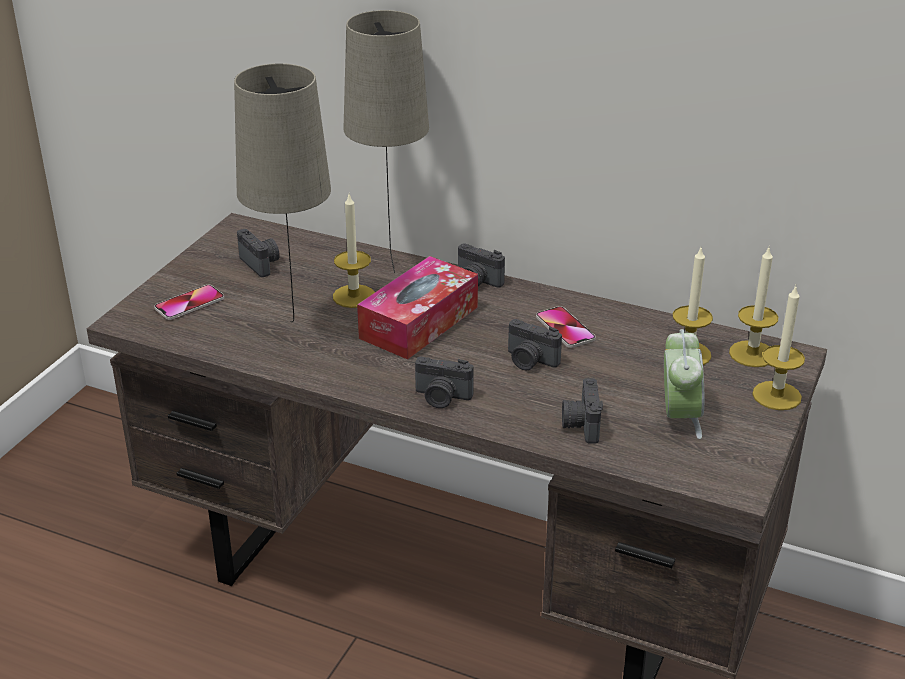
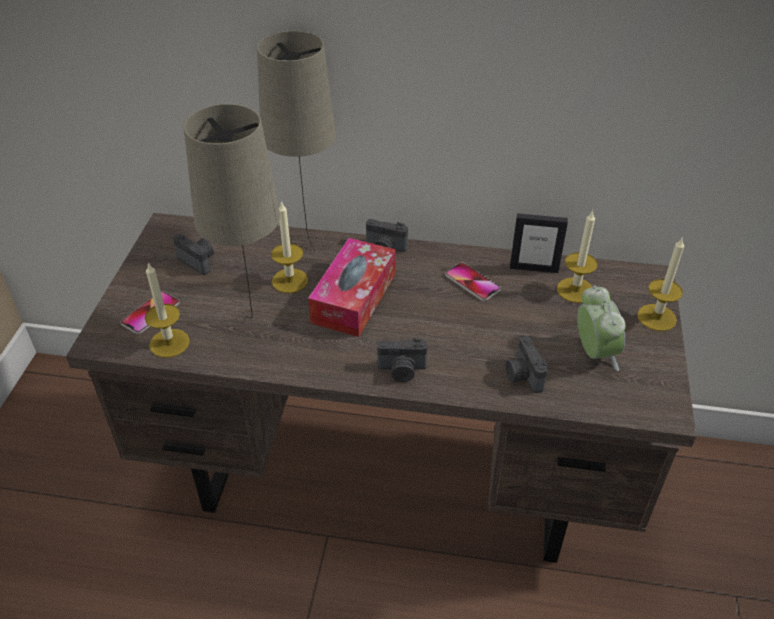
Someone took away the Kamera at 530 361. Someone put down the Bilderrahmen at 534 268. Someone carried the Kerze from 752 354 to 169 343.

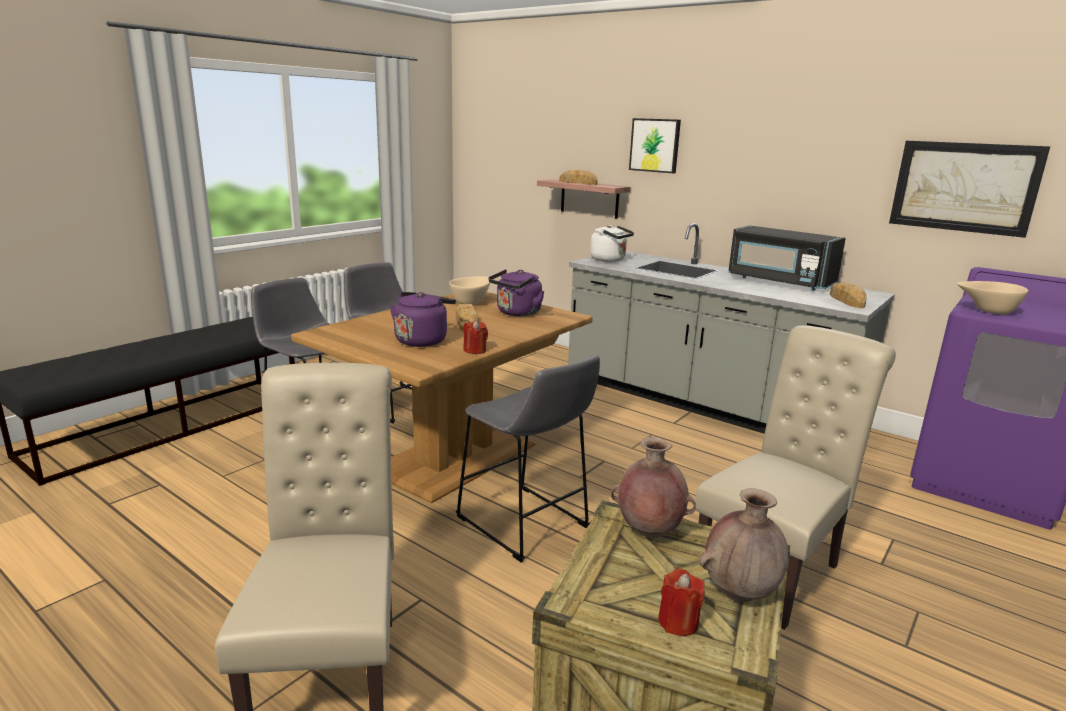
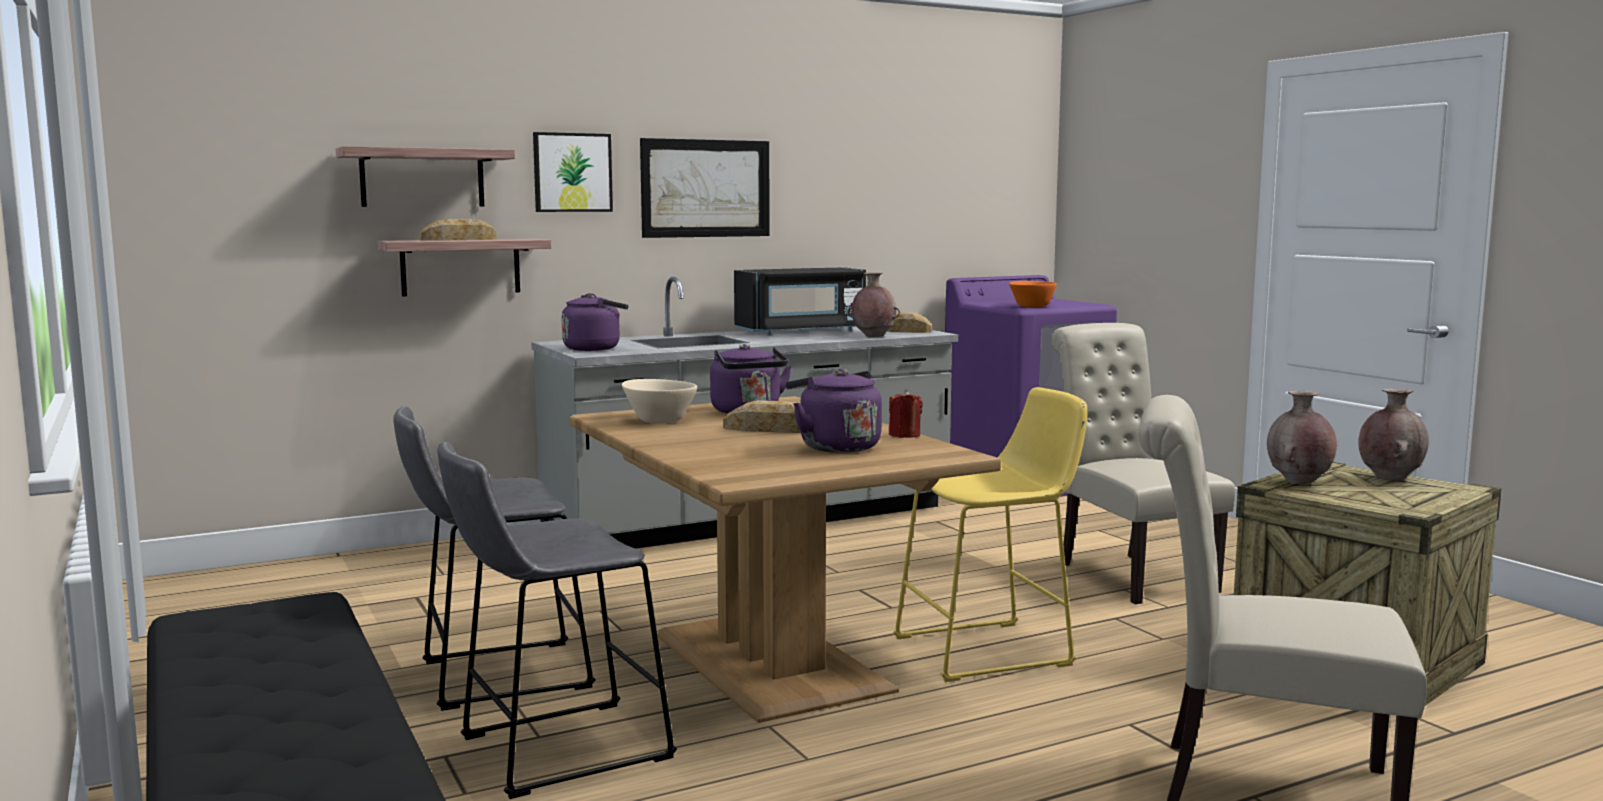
Someone took away the Kerze (rot) at 678 622. Someone put up the Wandregal at 422 178. Someone put down the Vase (braun) at 873 336. Someone carried the Bild from 964 187 to 705 188. Someone repainted the Hocker (grau) at 526 525, which became the Hocker (gelb) at 991 650. Someone repainted the Wasserkessel (weiß) at 610 260, which became the Wasserkessel (lila) at 595 348. Someone repainted the Schüssel (beige) at 987 311, which became the Schüssel (orange) at 1030 307.

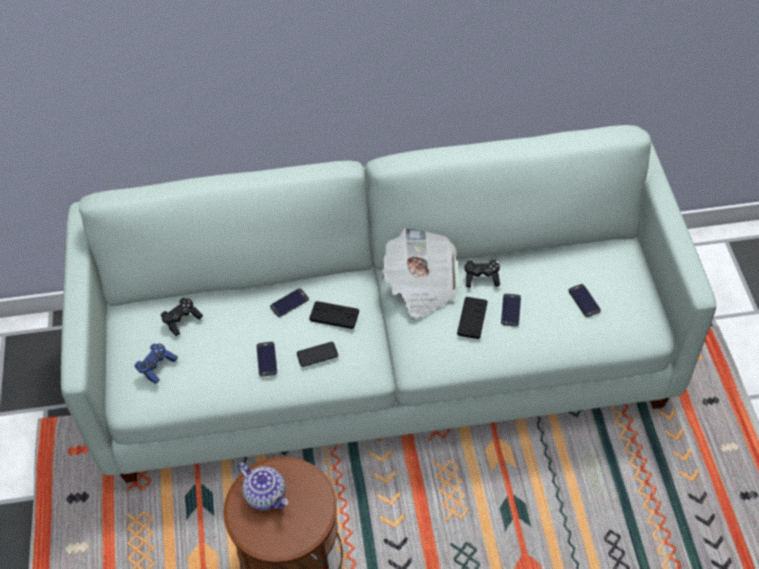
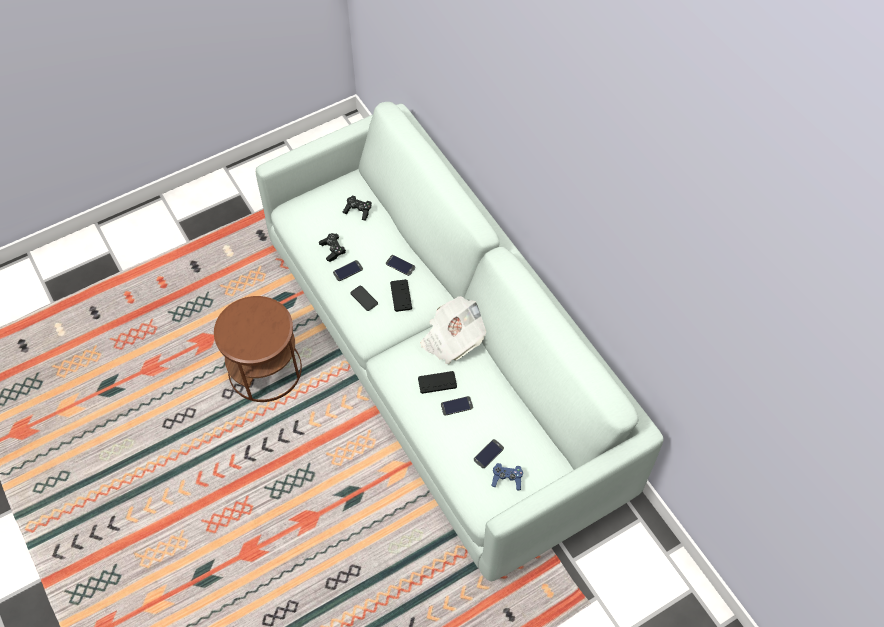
Someone took away the Teekanne at 266 495. Someone carried the Gamepad (blau) from 157 367 to 507 479. Someone carried the Gamepad (schwarz) from 481 278 to 332 250.

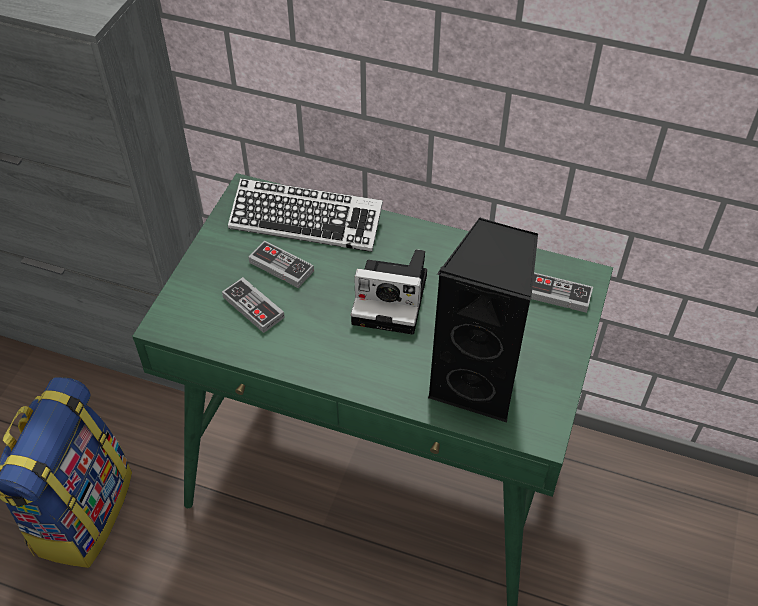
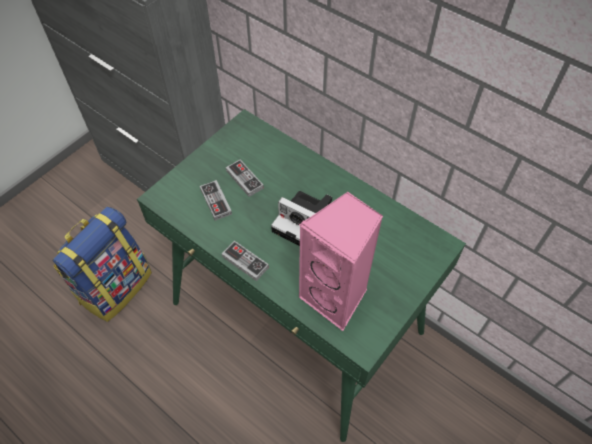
Someone took away the Tastatur at 306 221. Someone carried the Gamepad from 558 295 to 245 262. Someone repainted the Lautsprecher (schwarz) at 478 383, which became the Lautsprecher (rosa) at 336 297.

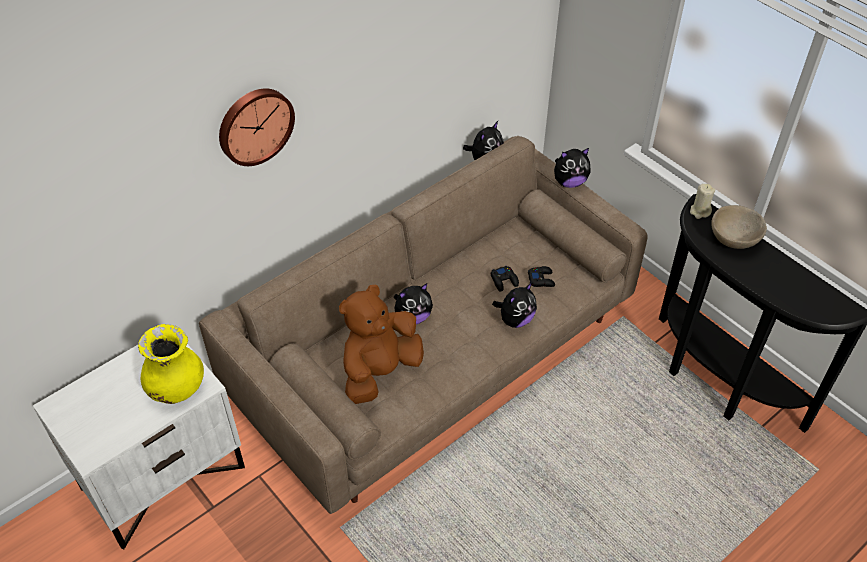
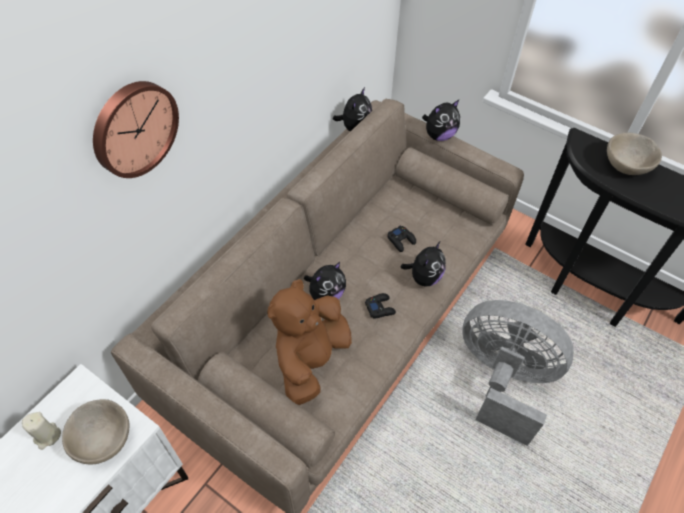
Someone put down the Ventilator (grau) at 502 380. Someone carried the Gamepad (schwarz) from 541 279 to 380 308. Someone carried the Kerze (beige) from 700 211 to 47 436. Someone swapped the Vase (gelb) at 177 388 for the Schüssel (beige) at 104 439.

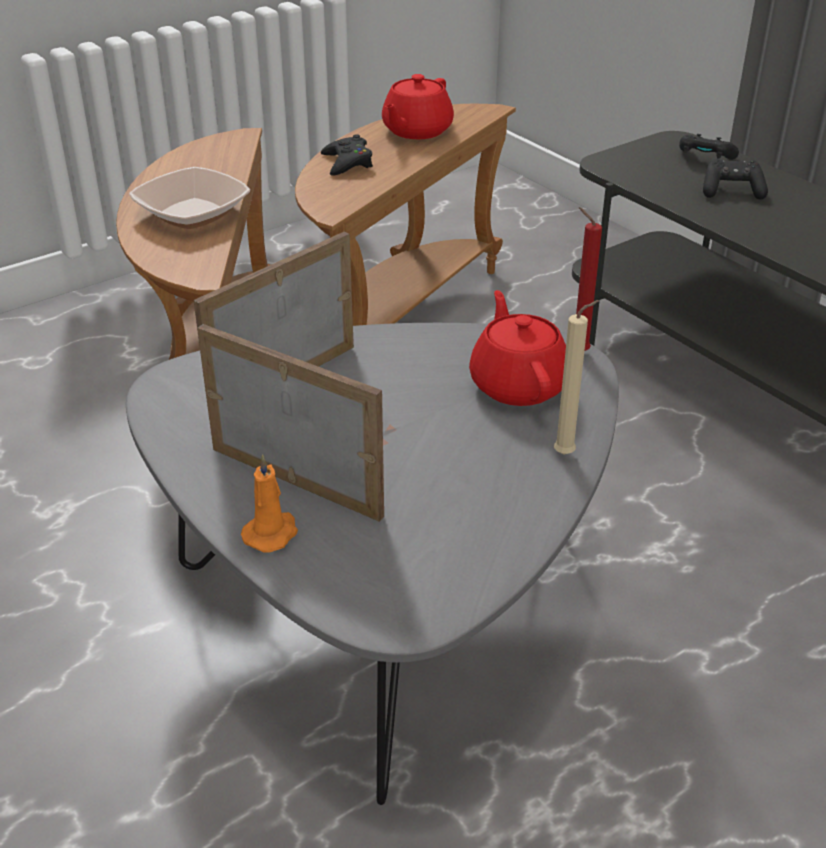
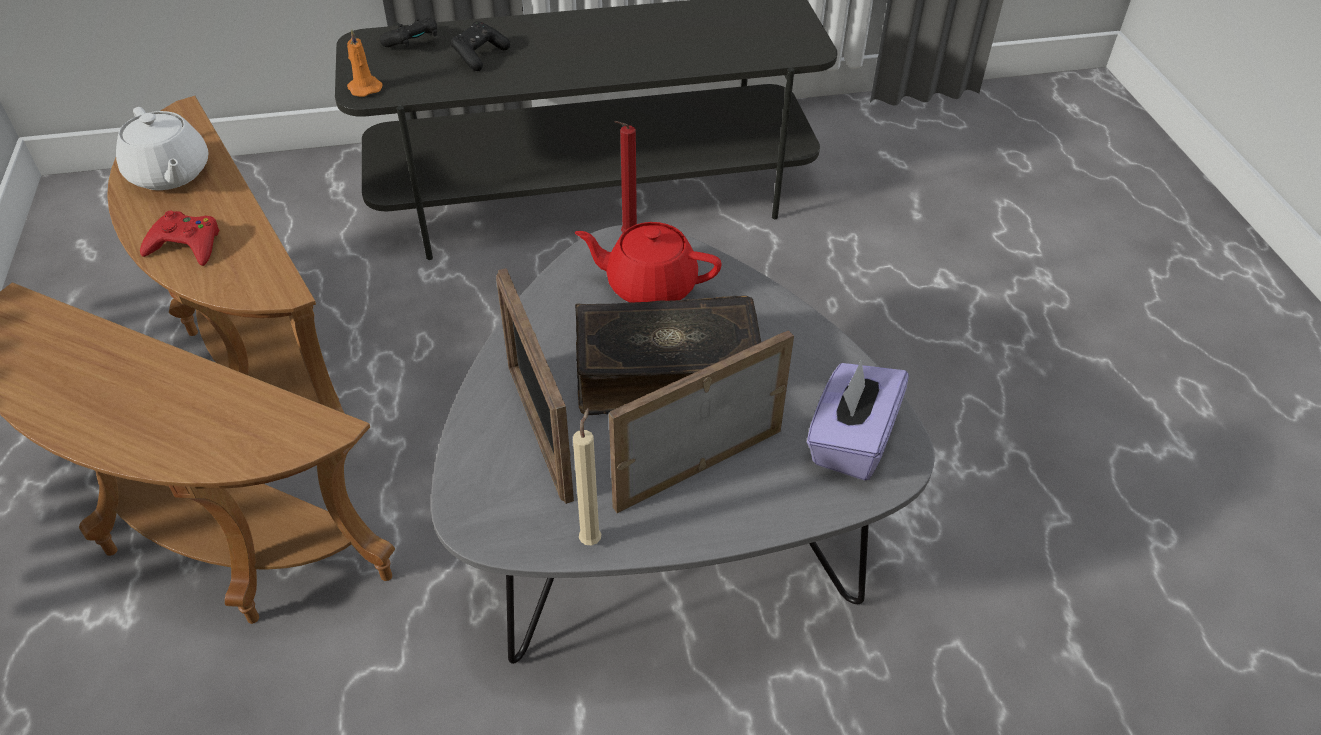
Someone took away the Schüssel at 192 214. Someone put down the Buch at 666 371. Someone put down the Taschentuchbox (lila) at 850 441. Someone carried the Kerze (orange) from 272 533 to 364 87. Someone carried the Kerze (beige) from 567 454 to 591 538. Someone repainted the Gamepad (schwarz) at 347 163, which became the Gamepad (rot) at 186 245. Someone repainted the Teekanne (rot) at 416 131, which became the Teekanne (weiß) at 170 174.

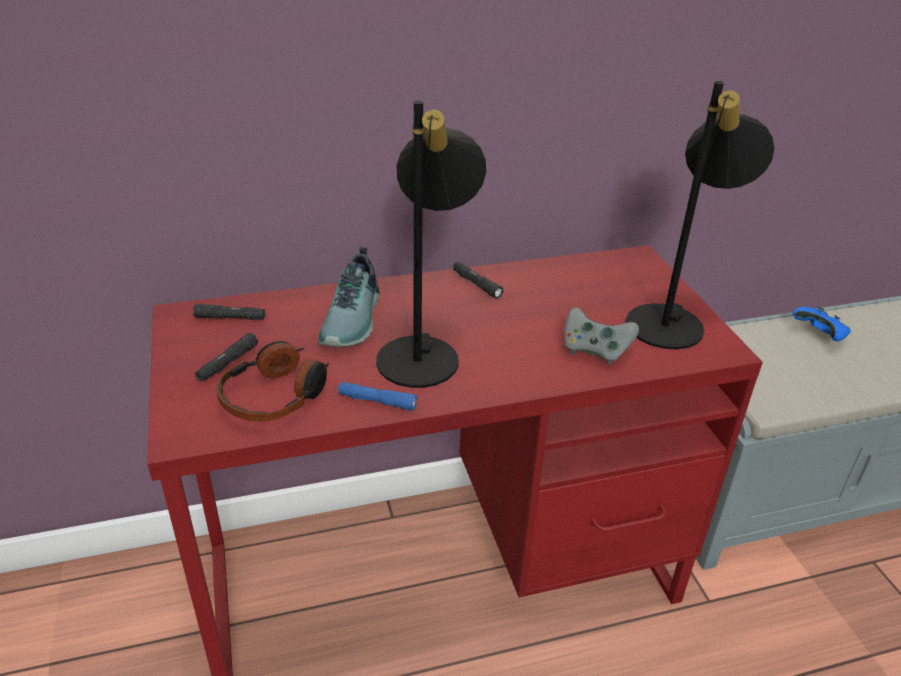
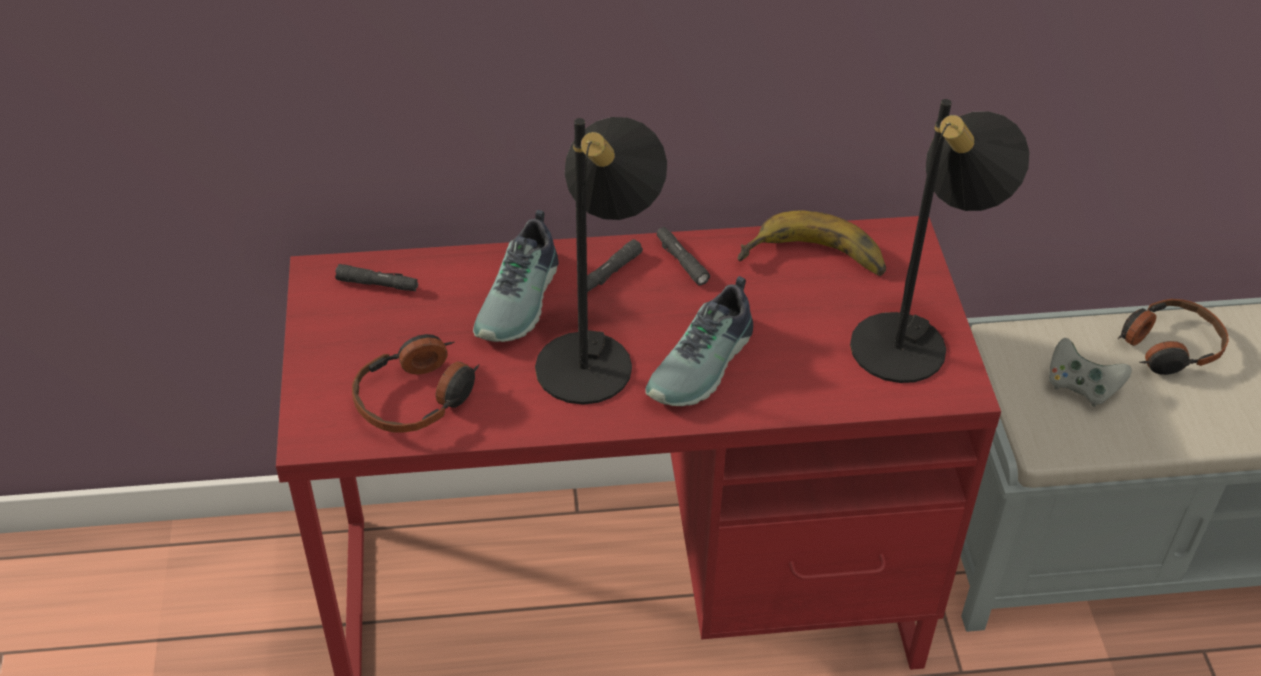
Someone took away the Taschenlampe (blau) at 377 401. Someone put down the Schuh at 704 365. Someone put down the Banane at 813 264. Someone carried the Taschenlampe (schwarz) from 228 363 to 610 272. Someone carried the Gamepad (grau) from 594 350 to 1080 386. Someone swapped the Gamepad (blau) at 820 335 for the Kopfhörer at 1168 347.

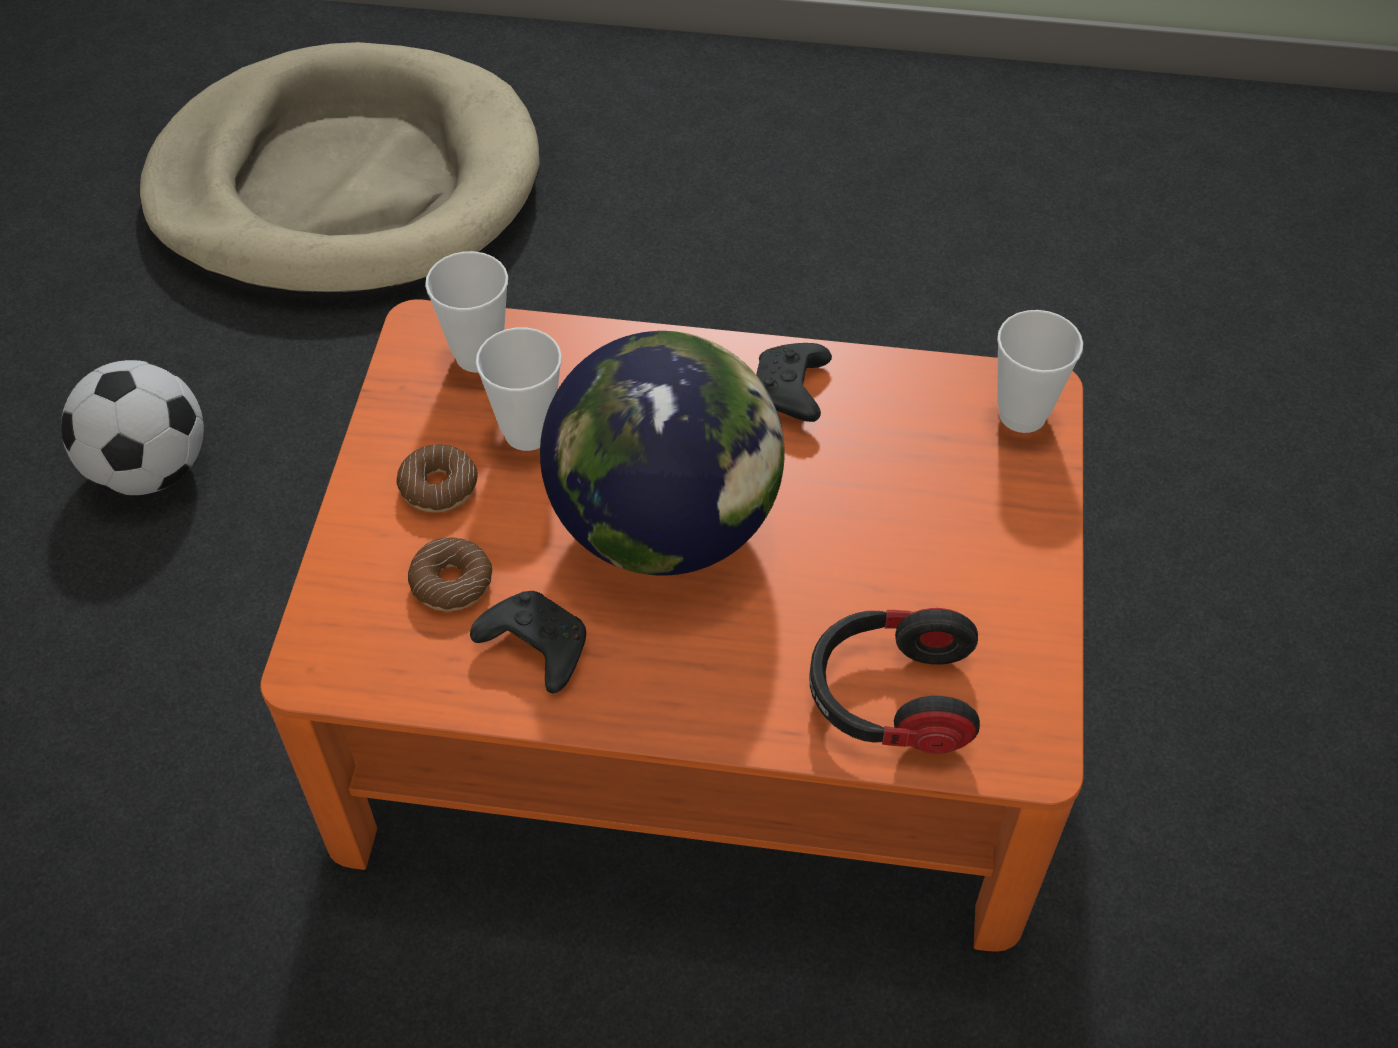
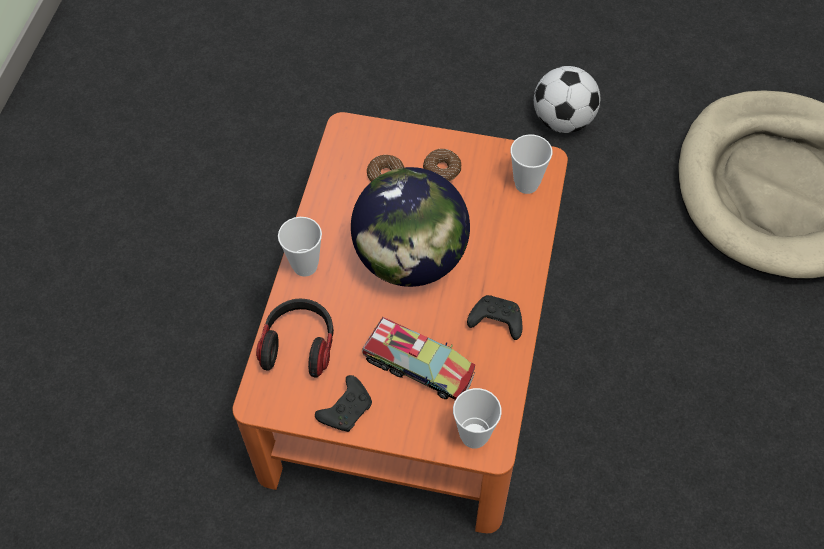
Someone put down the Spielzeuglaster at 418 366. Someone carried the Gamepad (schwarz) from 533 647 to 347 409. Someone carried the Tasse from 528 432 to 305 266.

